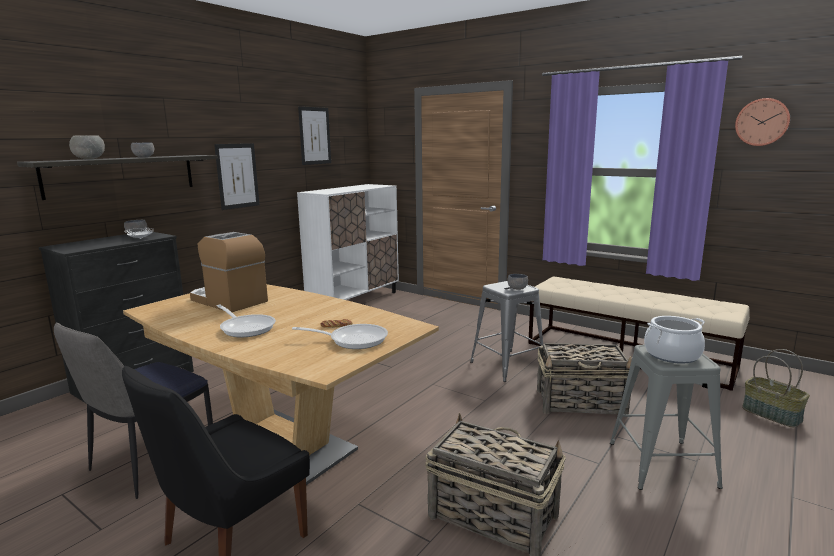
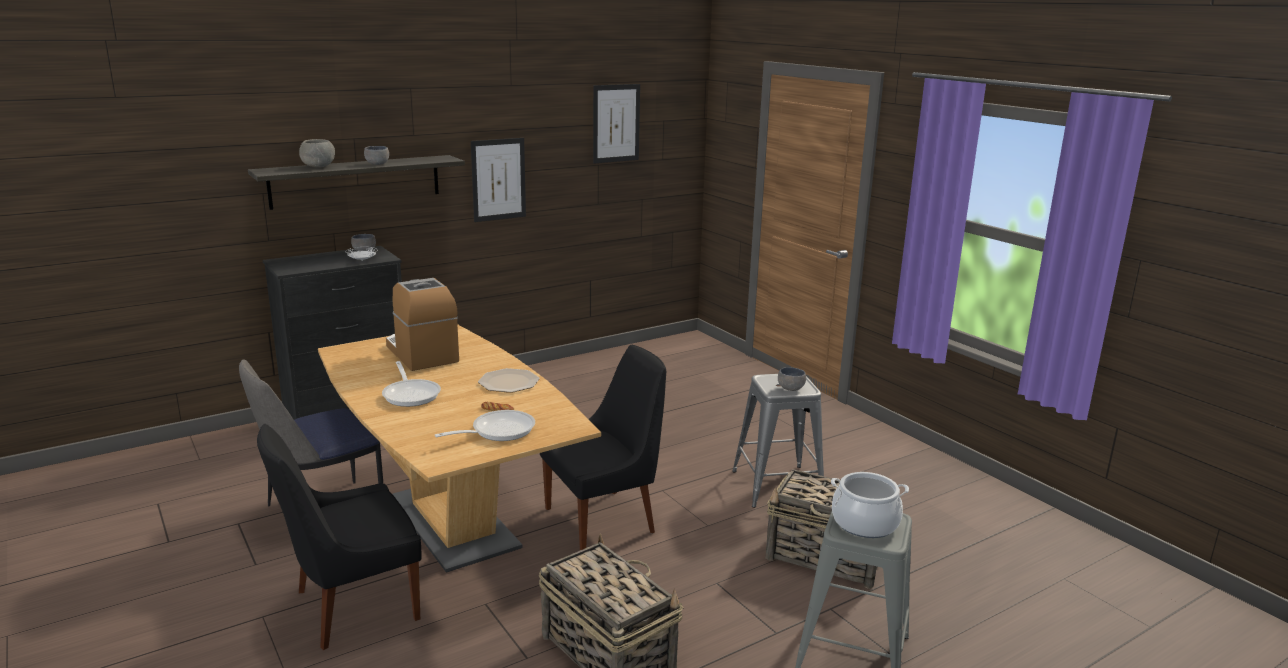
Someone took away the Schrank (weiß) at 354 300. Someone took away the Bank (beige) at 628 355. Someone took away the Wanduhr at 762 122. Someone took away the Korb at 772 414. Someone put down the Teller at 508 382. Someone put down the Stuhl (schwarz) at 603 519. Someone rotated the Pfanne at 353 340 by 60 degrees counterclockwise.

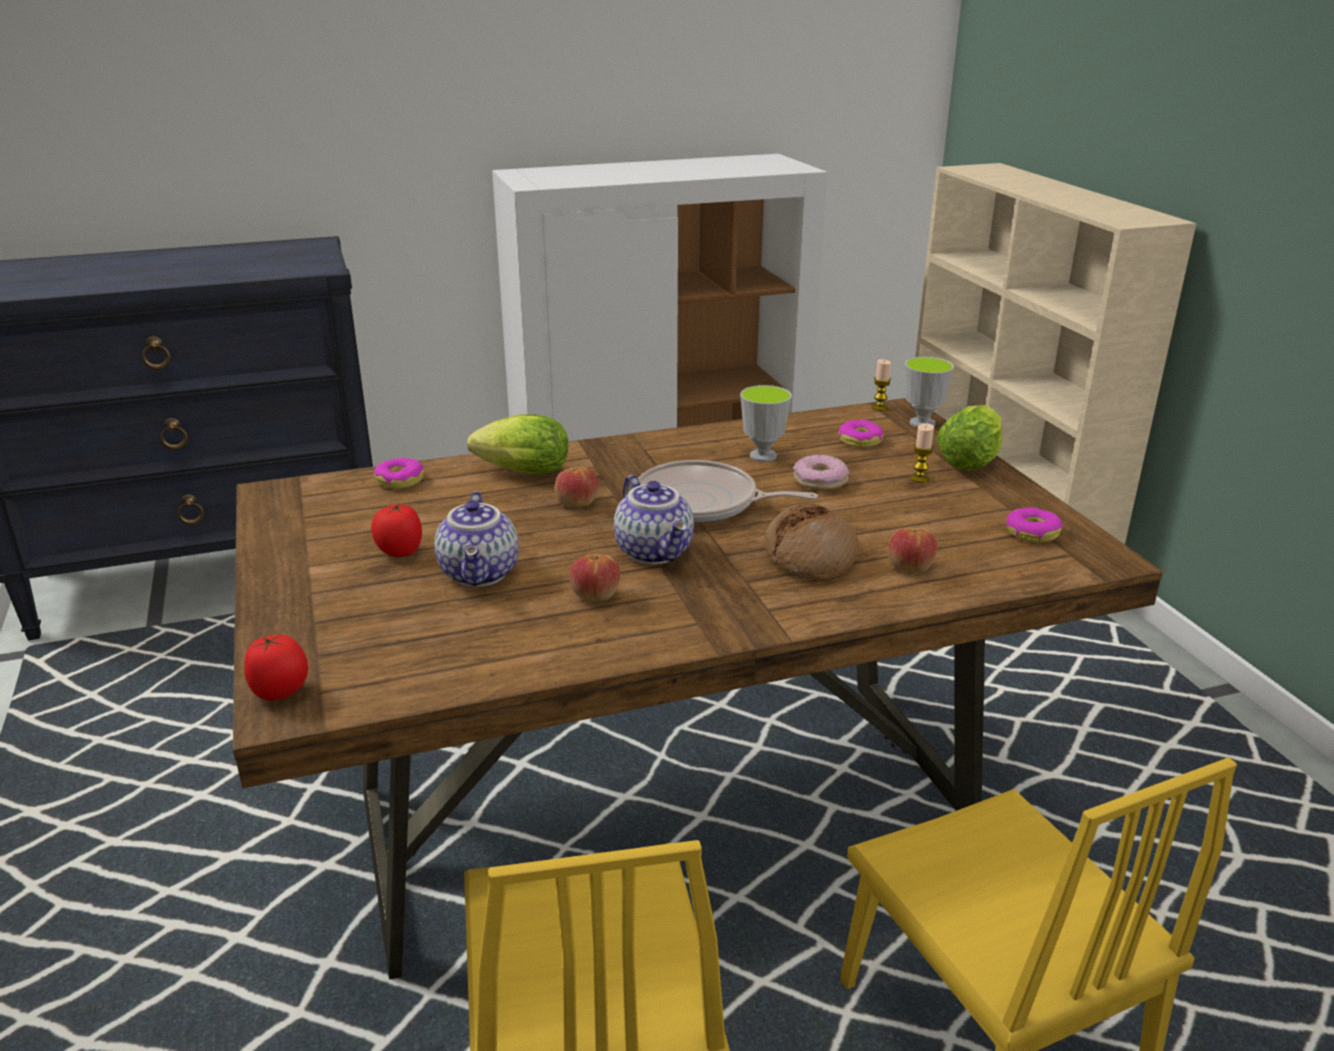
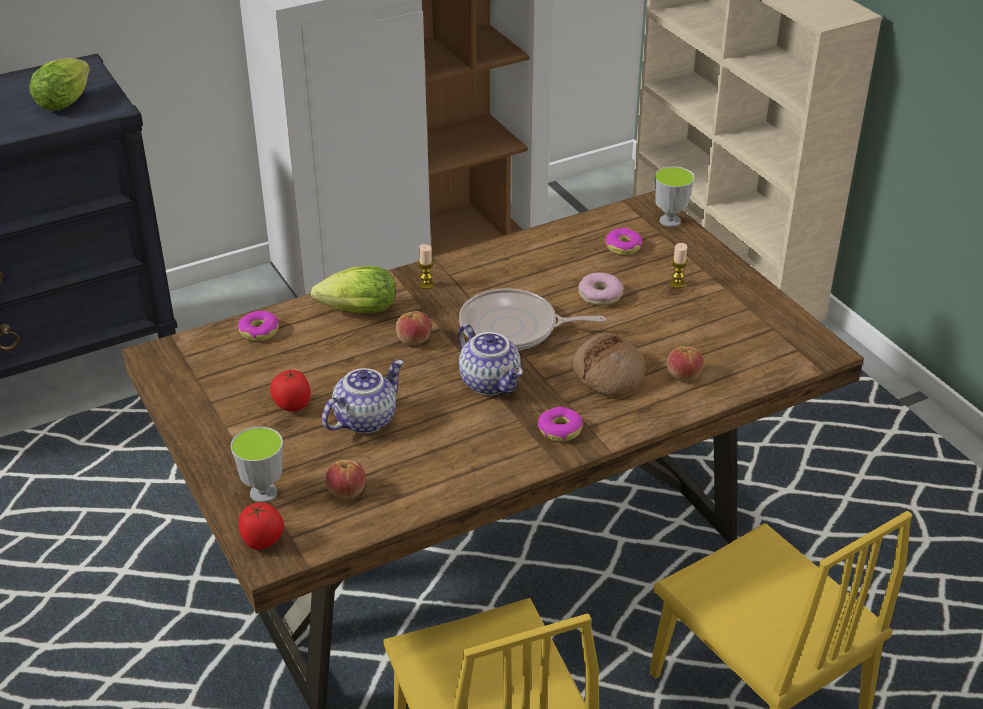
Someone carried the Apfel from 595 595 to 346 491. Someone carried the Tasse from 763 456 to 263 493. Someone carried the Kerze from 879 407 to 426 285. Someone carried the Salatkopf from 971 460 to 67 101. Someone carried the Donut from 1031 533 to 559 430. Someone rotated the Teekanne at 481 574 by 120 degrees counterclockwise.

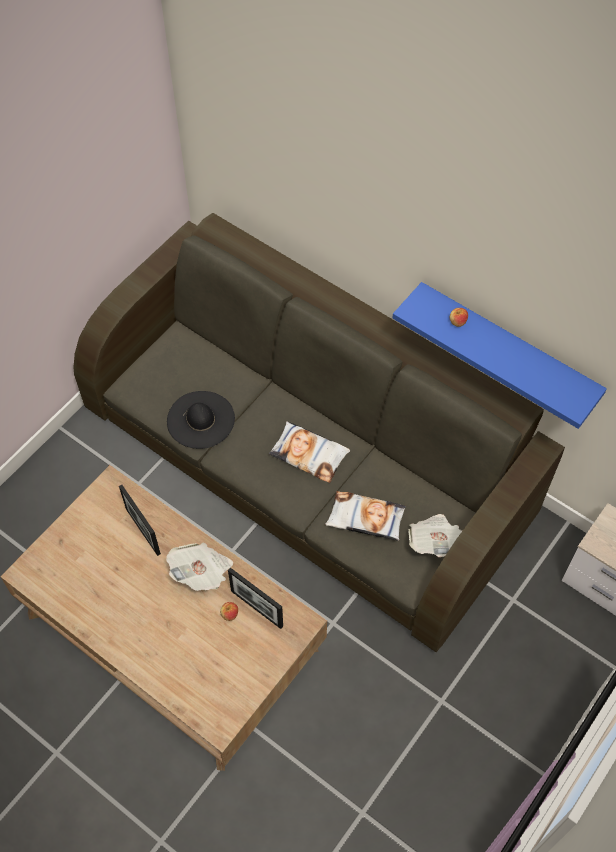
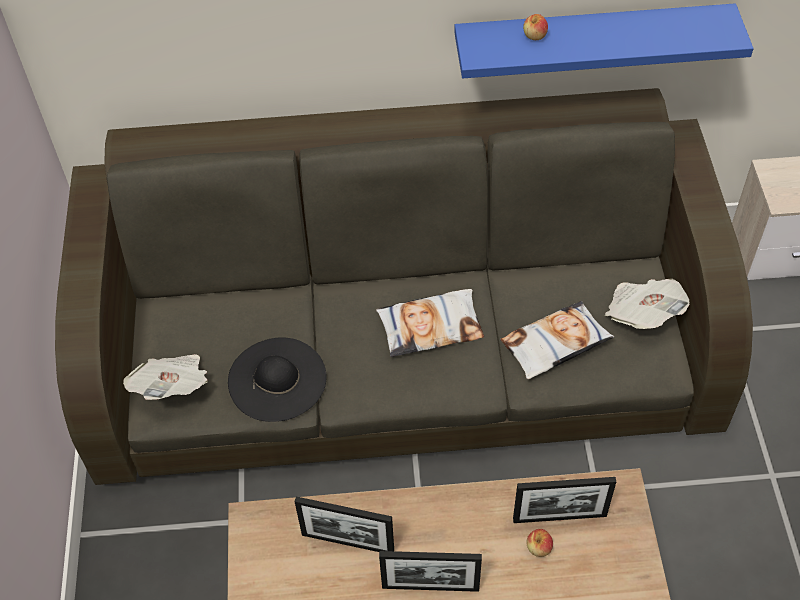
Someone put down the Bilderrahmen at 430 587. Someone carried the Zeitung from 202 572 to 173 387.

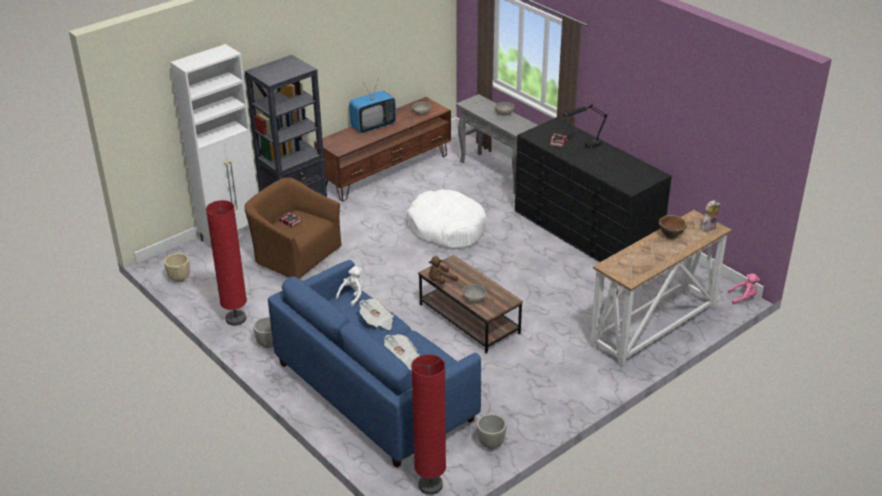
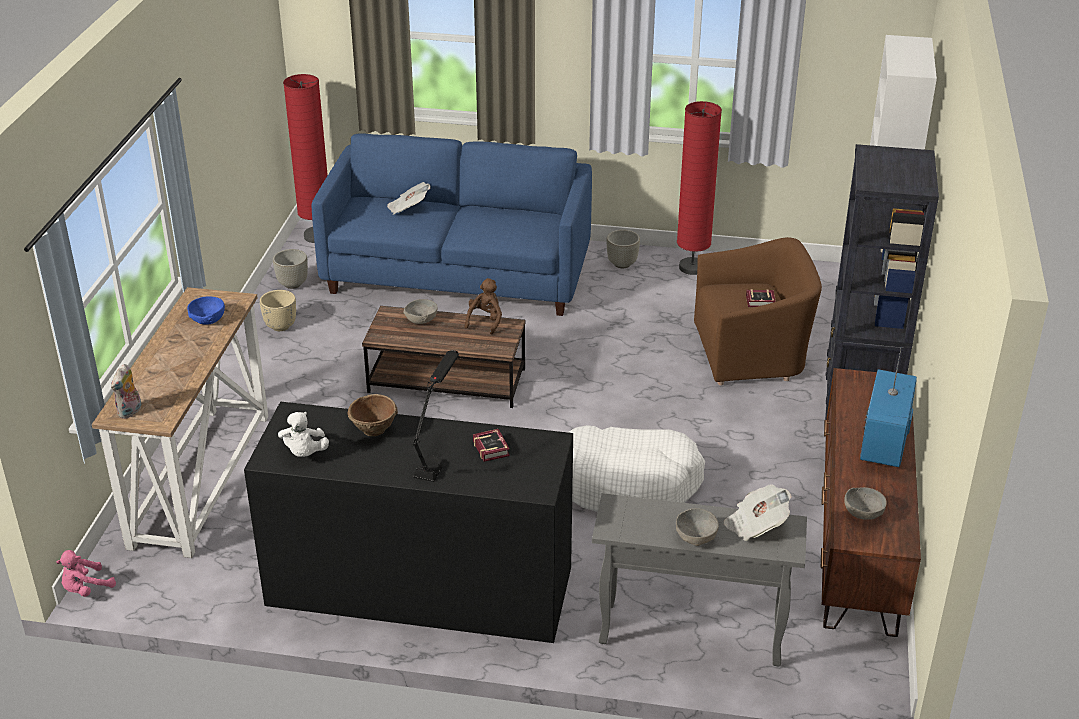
Someone put down the Schüssel (blau) at 207 319. Someone carried the Pflanzkübel (beige) from 179 278 to 281 326. Someone carried the Plüschtier (weiß) from 352 295 to 304 453. Someone carried the Zeitung from 377 322 to 756 525. Someone carried the Schüssel (braun) from 671 234 to 374 430.

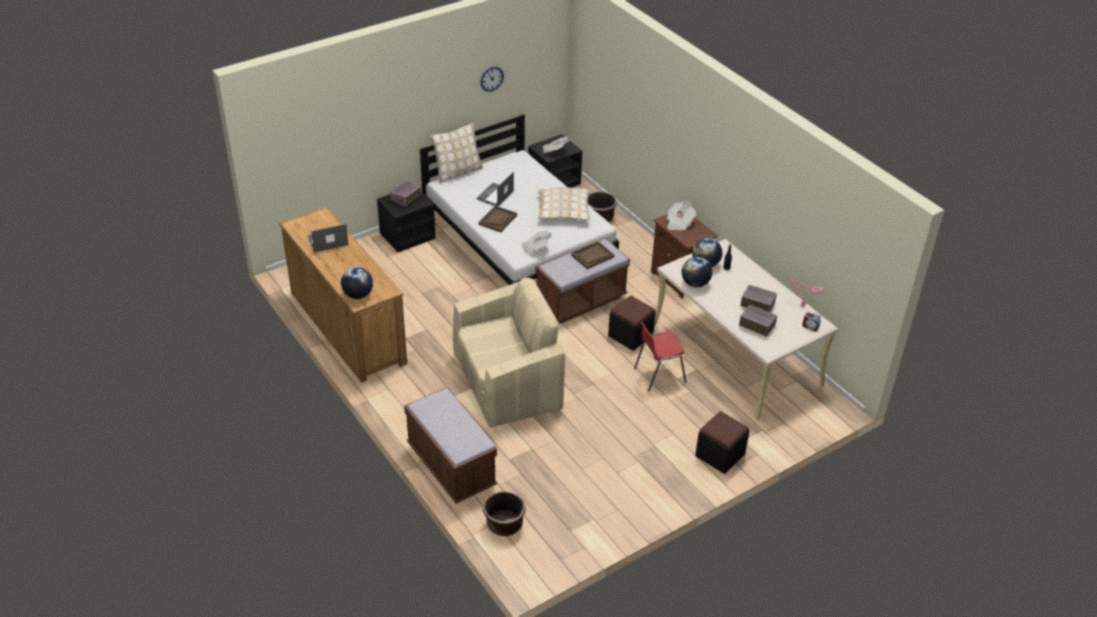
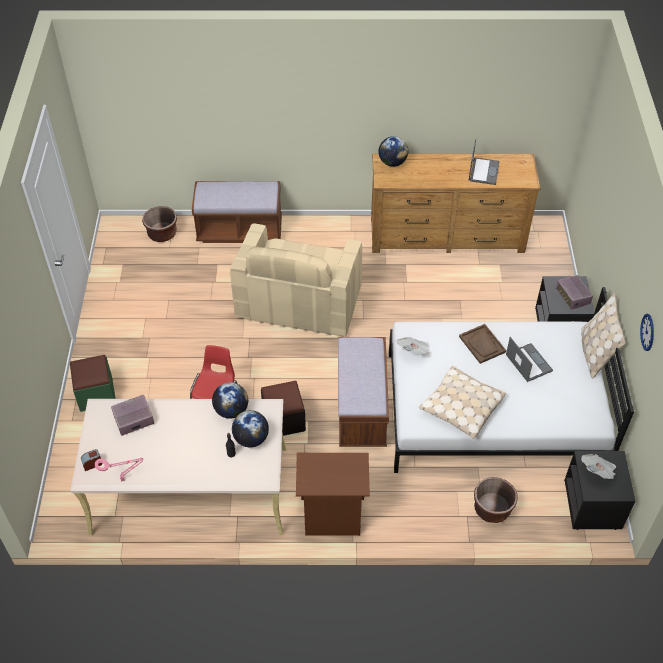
Someone took away the Tablett (braun) at 592 256. Someone took away the Zeitung at 679 223. Someone took away the Radio at 757 305. Someone repainted the Polsterhocker (schwarz) at 720 455, which became the Polsterhocker (grün) at 96 394.

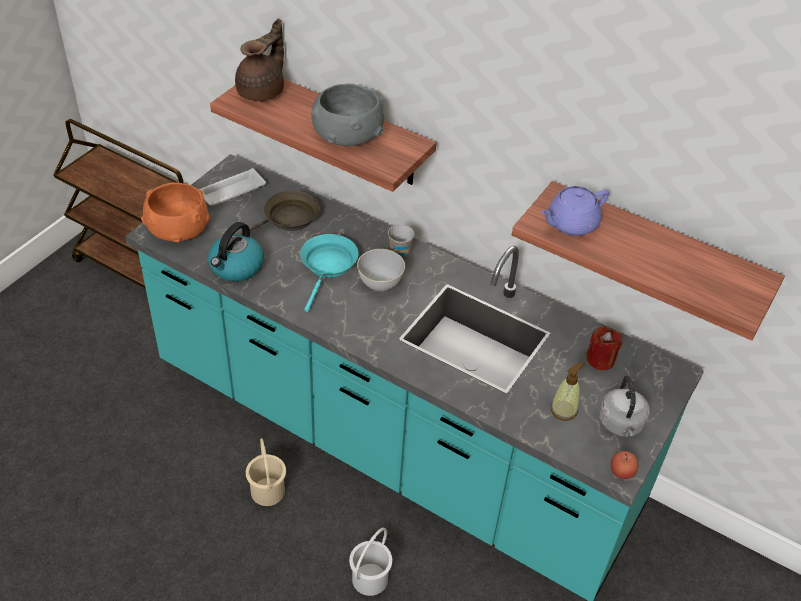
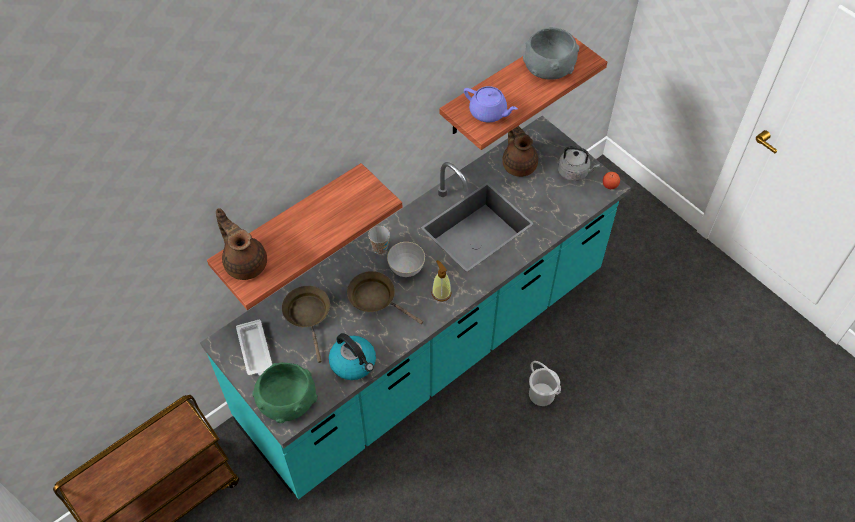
Someone took away the Eimer (beige) at 268 491. Someone carried the Schüssel (grau) from 347 133 to 549 66. Someone carried the Seifenspender from 564 410 to 441 293. Someone swapped the Kerze (rot) at 600 360 for the Teekanne (braun) at 519 164. Someone repainted the Schüssel (orange) at 177 227, which became the Schüssel (grün) at 286 400. Someone repainted the Pfanne (türkis) at 328 266, which became the Pfanne (braun) at 375 298. Someone rotated the Teekanne (lila) at 570 224 by 45 degrees counterclockwise.

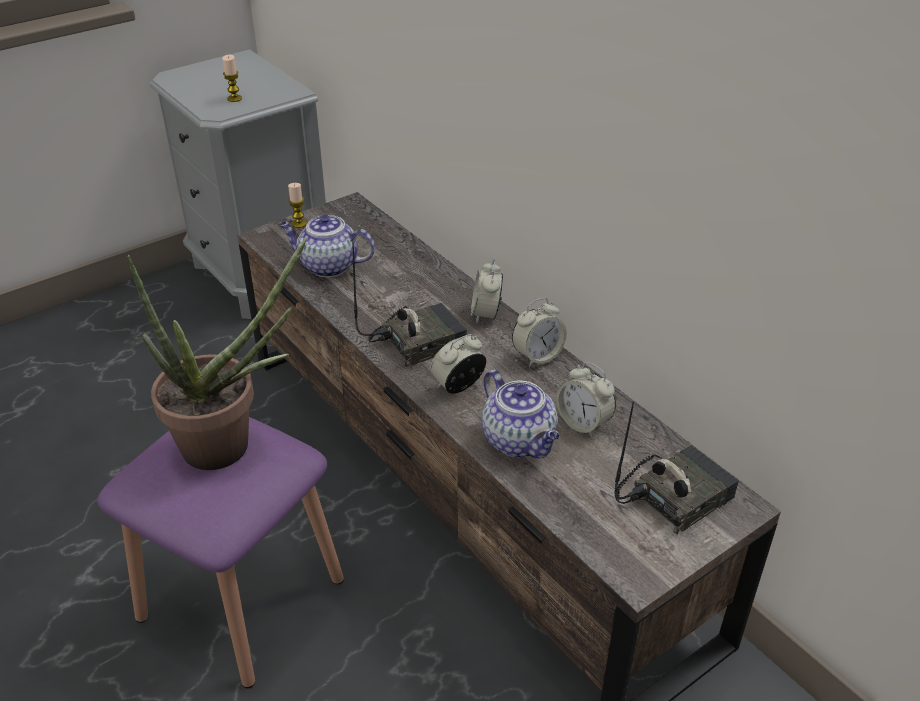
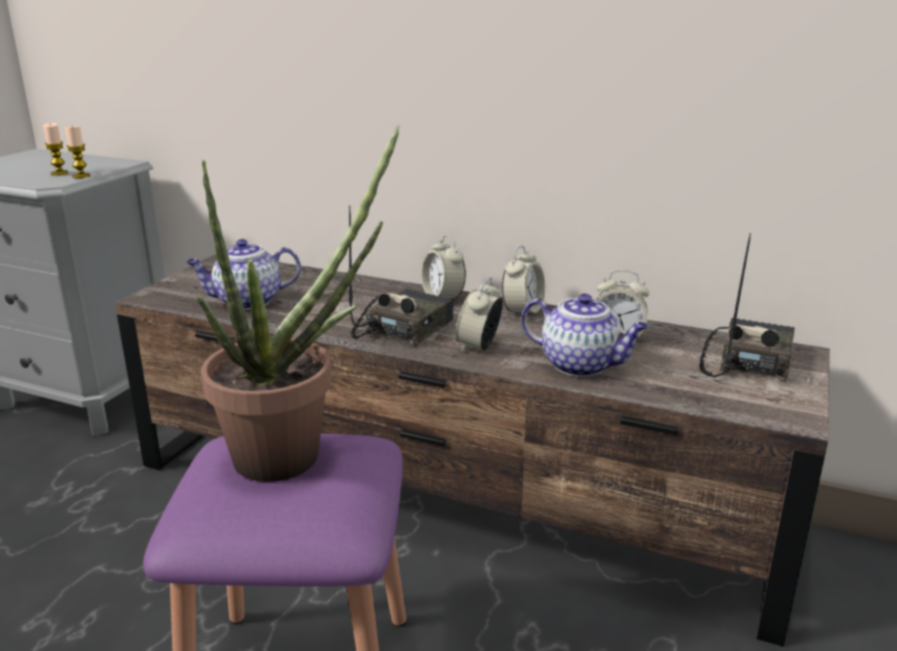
Someone carried the Kerze from 299 224 to 81 176.

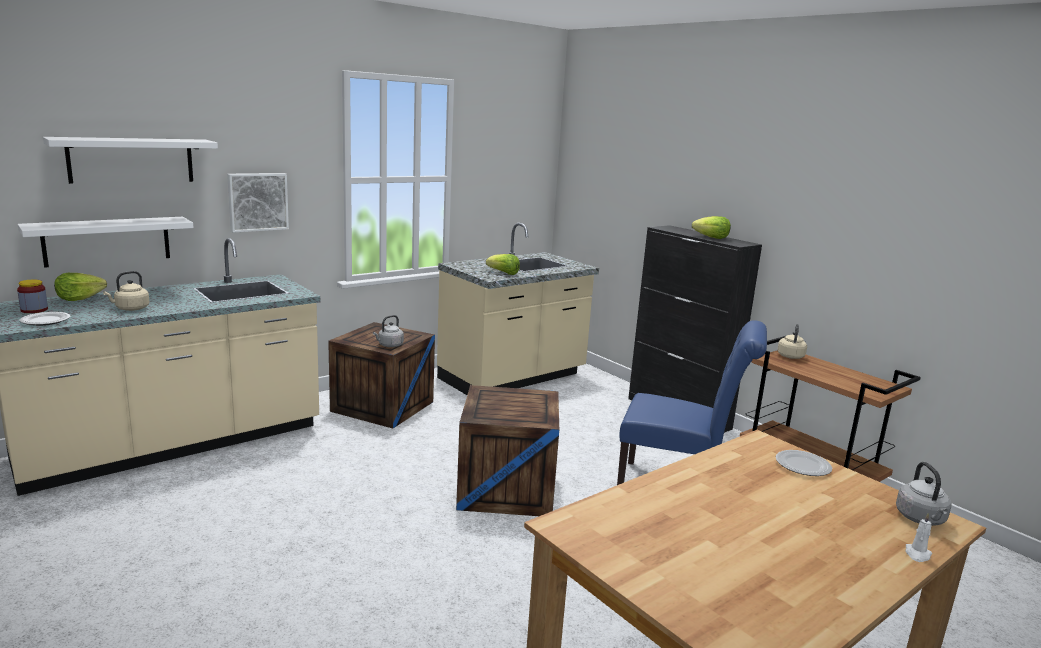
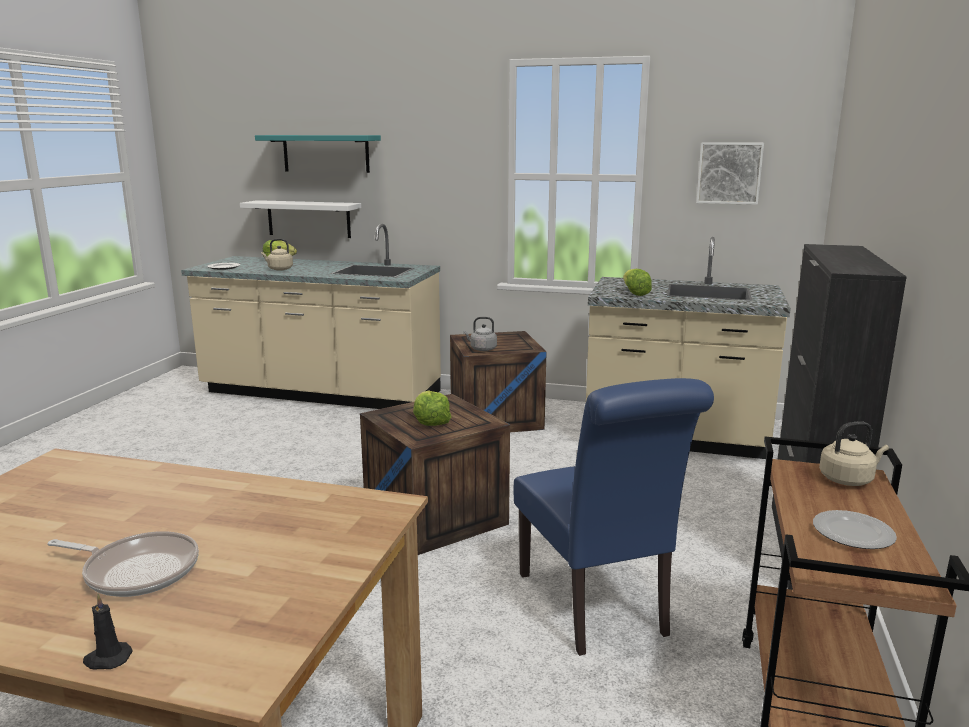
Someone took away the Vorratsglas at 34 310. Someone took away the Wasserkessel (grau) at 921 519. Someone put down the Pfanne at 137 571. Someone carried the Bild from 257 201 to 729 173. Someone carried the Salatkopf from 711 238 to 430 421. Someone carried the Teller from 802 466 to 852 533. Someone repainted the Wandregal (weiß) at 131 160, which became the Wandregal (türkis) at 326 153. Someone repainted the Kerze (weiß) at 917 554, which became the Kerze (schwarz) at 107 659.

